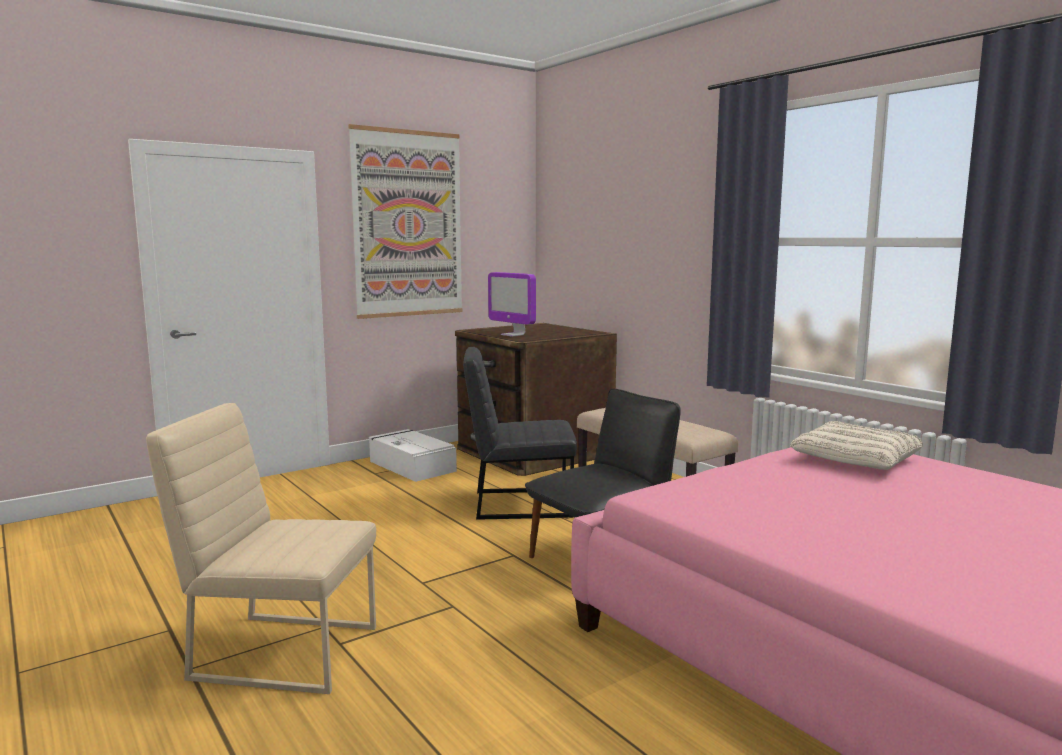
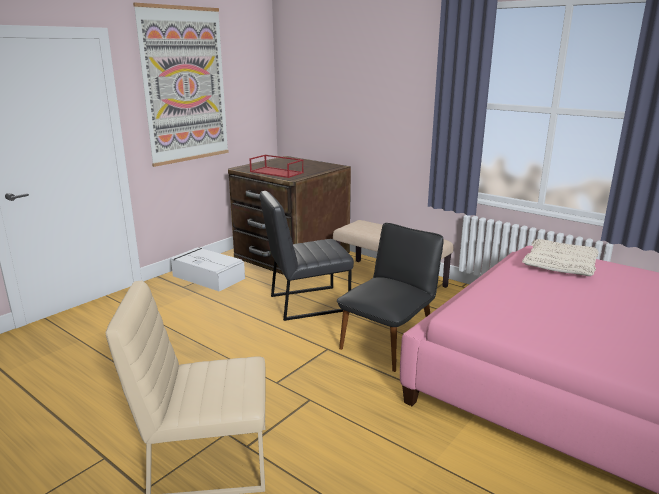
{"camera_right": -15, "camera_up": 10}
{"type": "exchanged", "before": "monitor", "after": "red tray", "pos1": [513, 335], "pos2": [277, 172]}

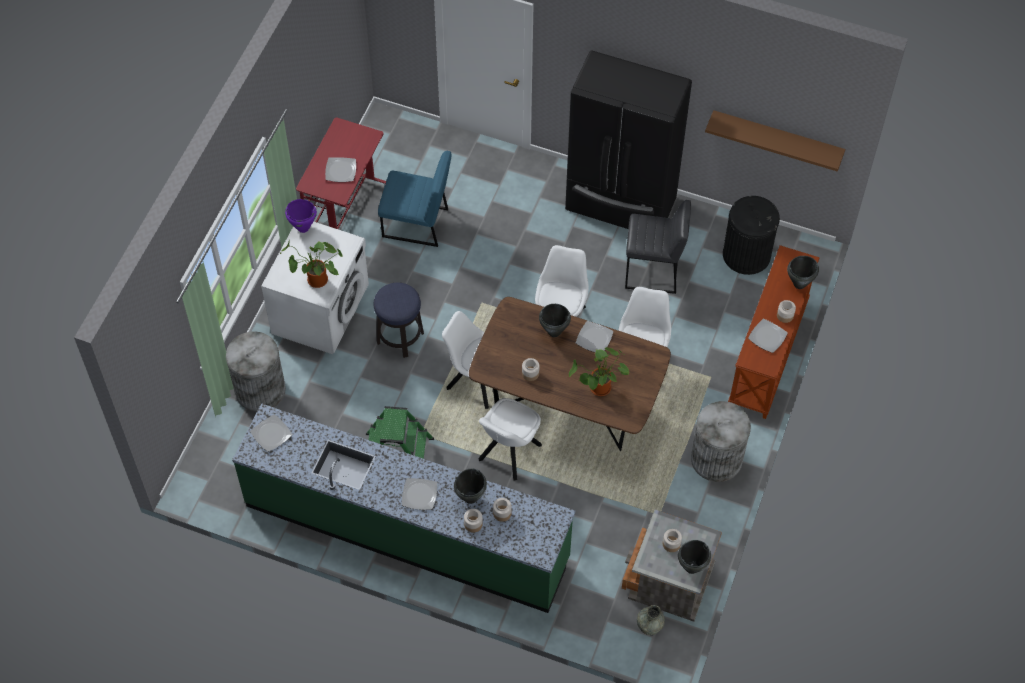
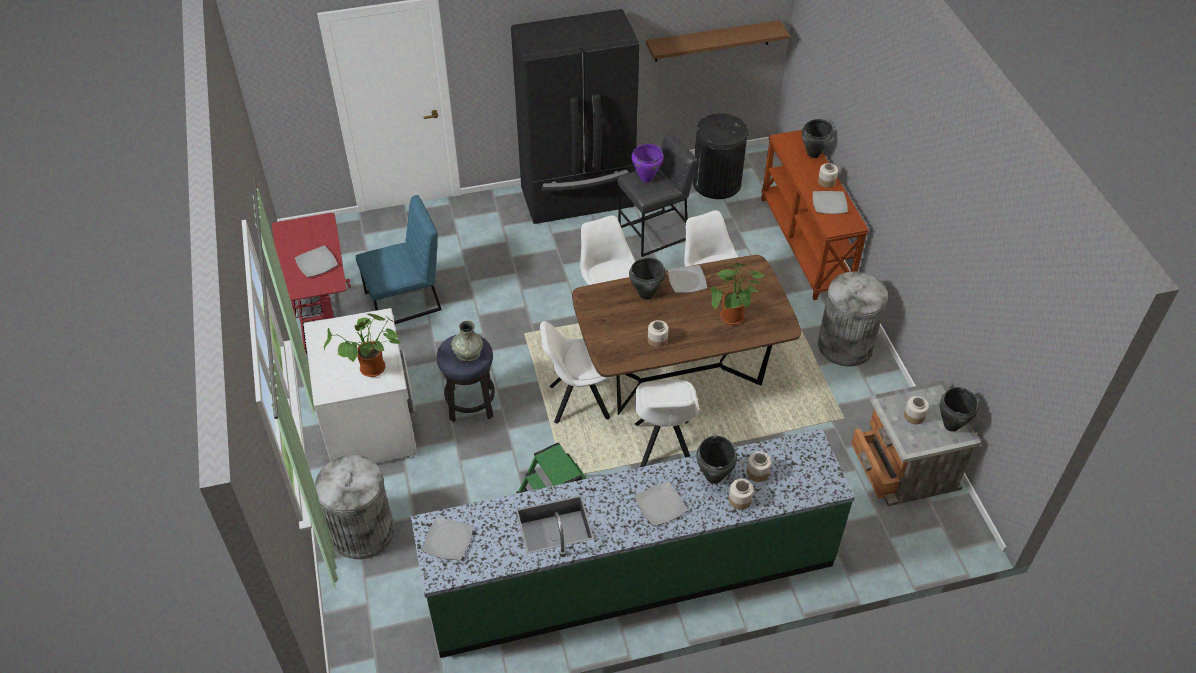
{"camera_right": -35, "camera_up": -10}
{"type": "relocated", "before": "purple cooking pot", "pos1": [303, 227], "pos2": [646, 178]}
{"type": "relocated", "before": "grey vase", "pos1": [649, 624], "pos2": [468, 352]}

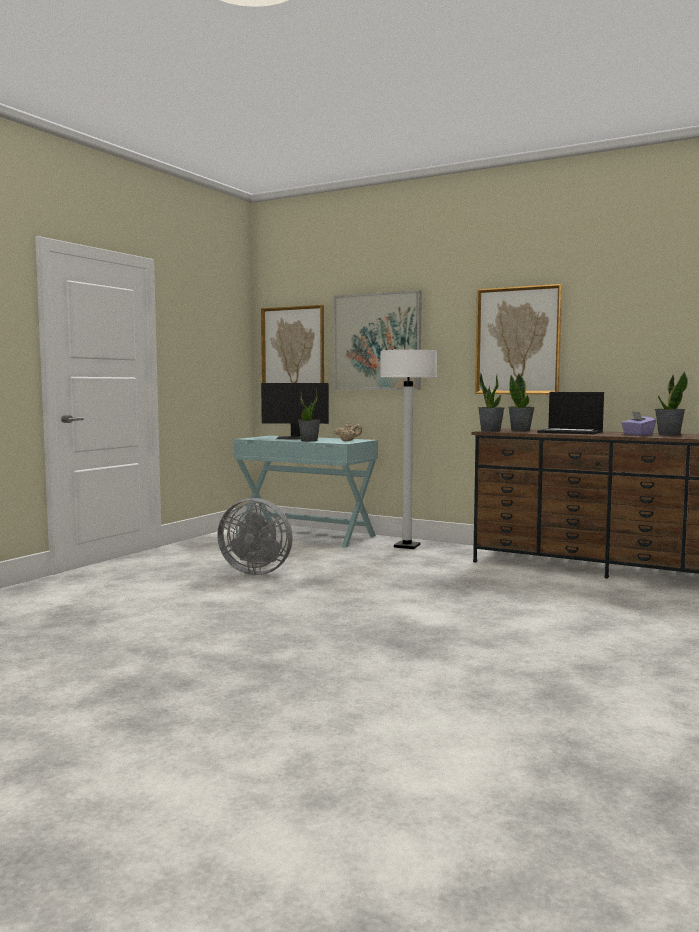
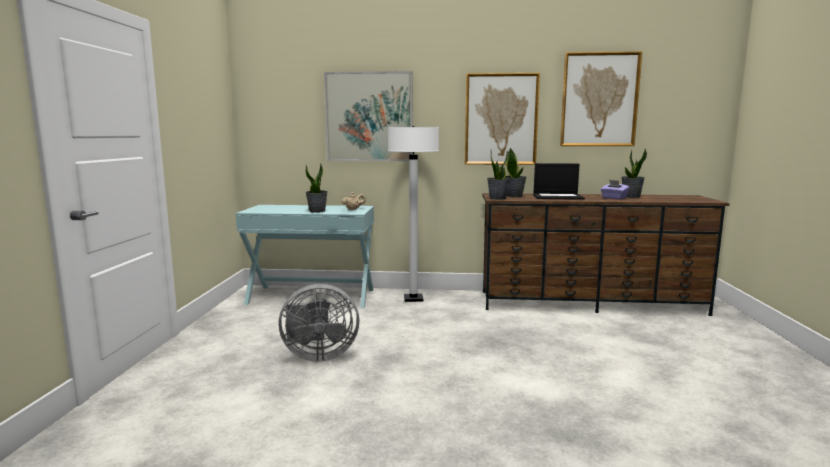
{"camera_right": -25, "camera_up": 5}
{"type": "relocated", "before": "picture", "pos1": [293, 352], "pos2": [599, 100]}
{"type": "missing", "before": "monitor", "pos1": [294, 438]}

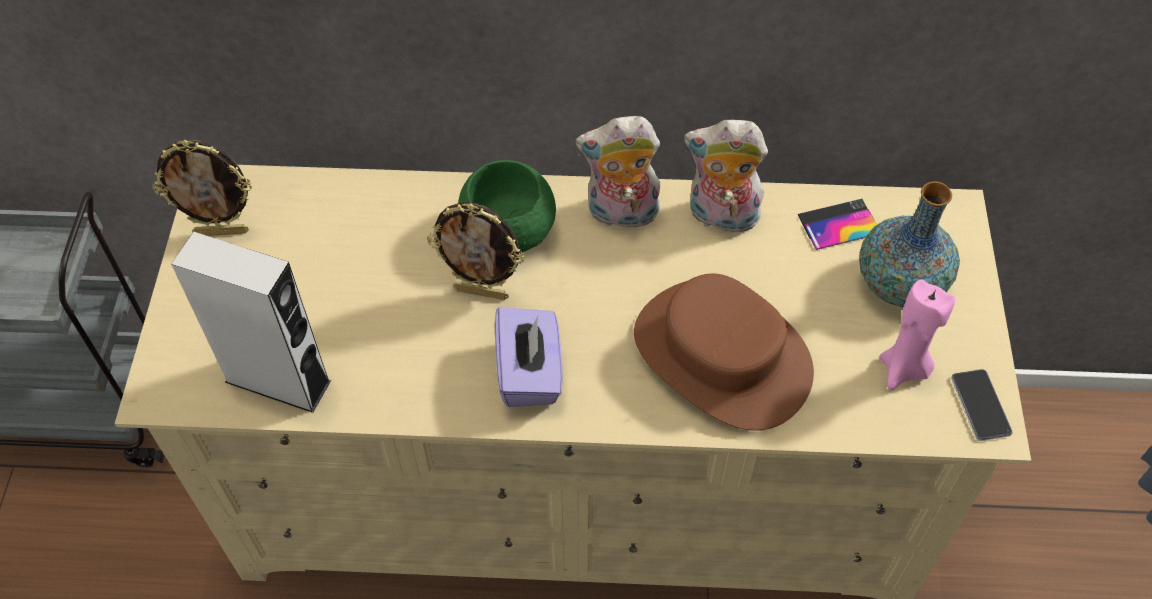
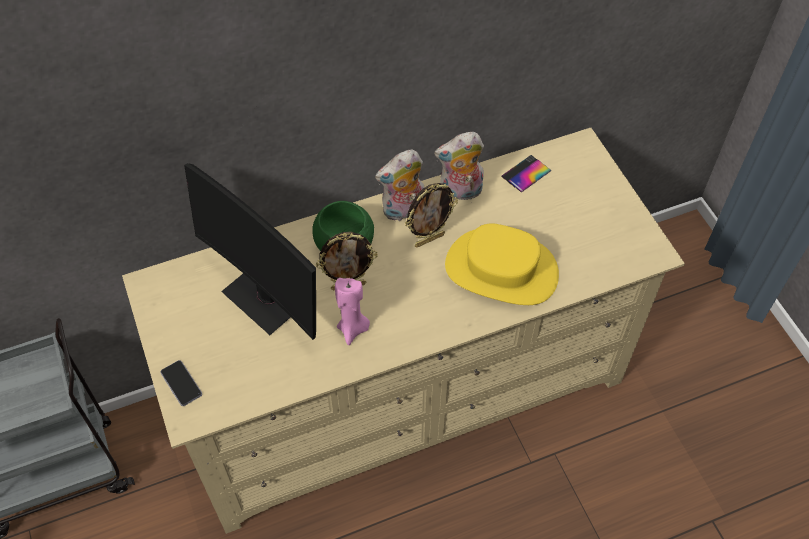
{"camera_right": -25, "camera_up": 0}
{"type": "relocated", "before": "picture frame", "pos1": [222, 231], "pos2": [429, 239]}
{"type": "missing", "before": "vase", "pos1": [899, 284]}
{"type": "missing", "before": "grey speaker", "pos1": [278, 381]}
{"type": "colour", "before": "brown hat", "after": "yellow hat", "pos1": [720, 356], "pos2": [501, 270]}
{"type": "relocated", "before": "pink candle", "pos1": [903, 369], "pos2": [353, 329]}
{"type": "missing", "before": "purple tissue box", "pos1": [530, 373]}
{"type": "relocated", "before": "phone", "pos1": [980, 405], "pos2": [181, 383]}
{"type": "appeared", "after": "monitor", "pos2": [267, 296]}

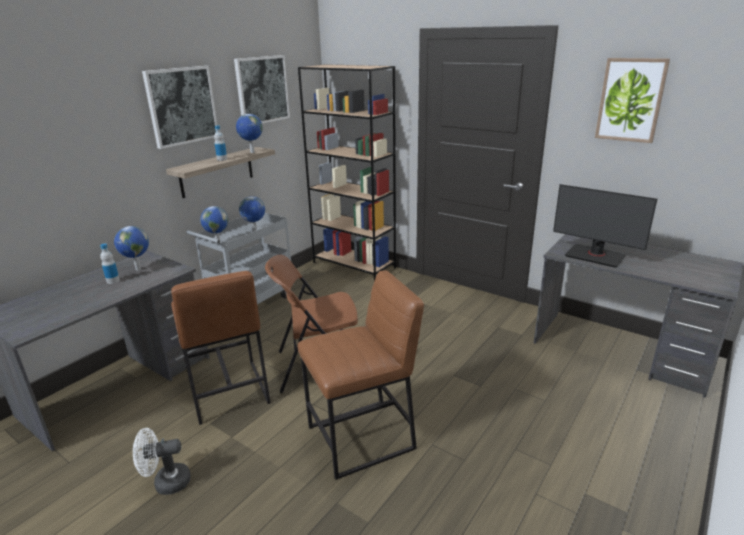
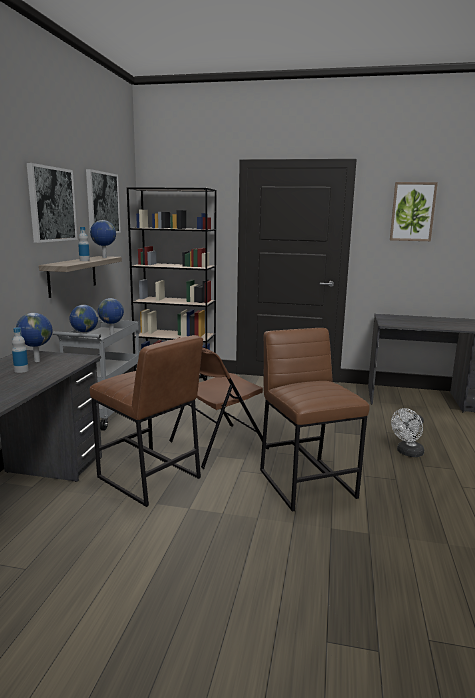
{"camera_right": -25, "camera_up": -10}
{"type": "missing", "before": "monitor", "pos1": [595, 256]}
{"type": "spun", "before": "brown chair", "pos1": [362, 437], "pos2": [306, 482], "turn": -60}
{"type": "relocated", "before": "white fan", "pos1": [166, 483], "pos2": [407, 453]}

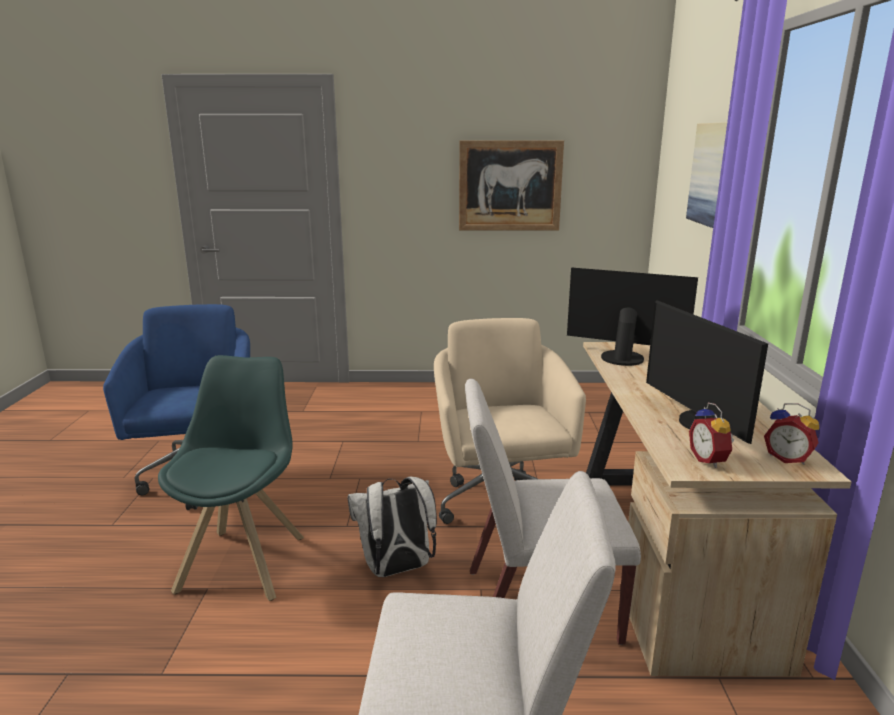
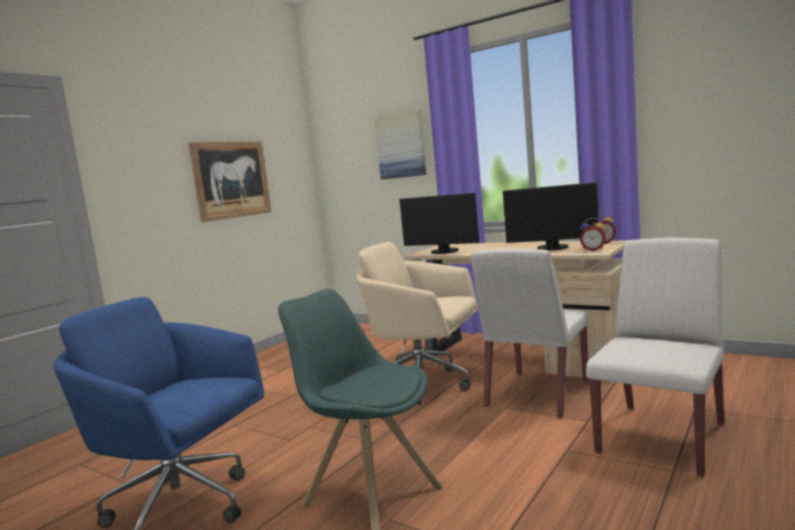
{"camera_right": -55, "camera_up": -10}
{"type": "spun", "before": "monitor", "pos1": [622, 357], "pos2": [443, 252], "turn": -120}
{"type": "missing", "before": "white backpack", "pos1": [396, 569]}

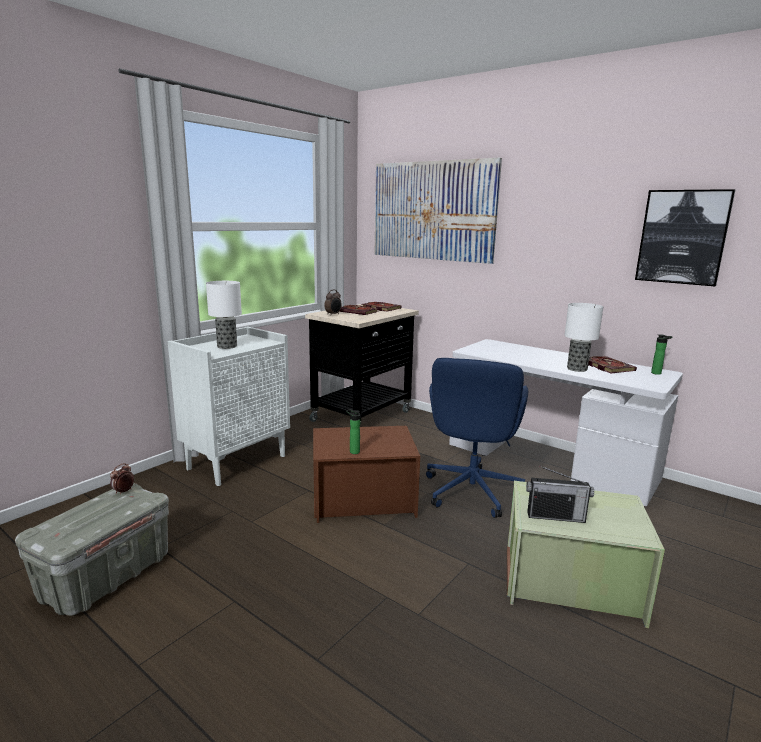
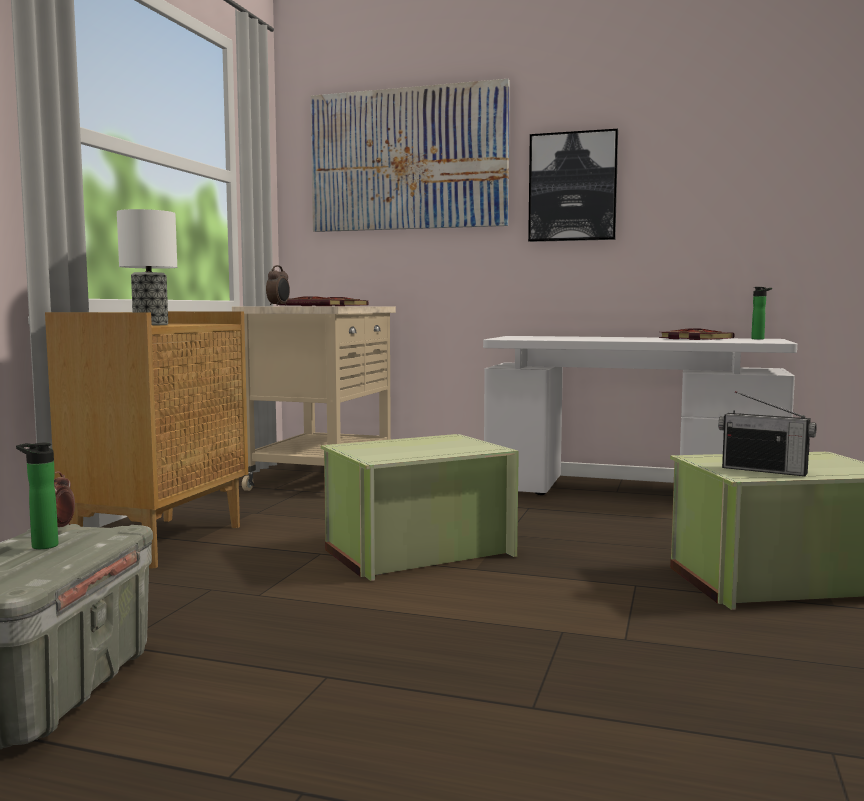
{"camera_right": -20, "camera_up": -10}
{"type": "relocated", "before": "picture", "pos1": [682, 237], "pos2": [572, 187]}
{"type": "missing", "before": "table lamp", "pos1": [577, 369]}
{"type": "colour", "before": "black cart", "after": "beige cart", "pos1": [361, 416], "pos2": [320, 478]}
{"type": "colour", "before": "white cabinet", "after": "brown cabinet", "pos1": [238, 462], "pos2": [162, 541]}
{"type": "missing", "before": "blue office chair", "pos1": [471, 492]}
{"type": "relocated", "before": "bottle", "pos1": [353, 451], "pos2": [41, 545]}
{"type": "colour", "before": "brown storage box", "after": "green storage box", "pos1": [362, 500], "pos2": [417, 551]}
{"type": "spun", "before": "radio", "pos1": [555, 516], "pos2": [764, 470], "turn": 45}

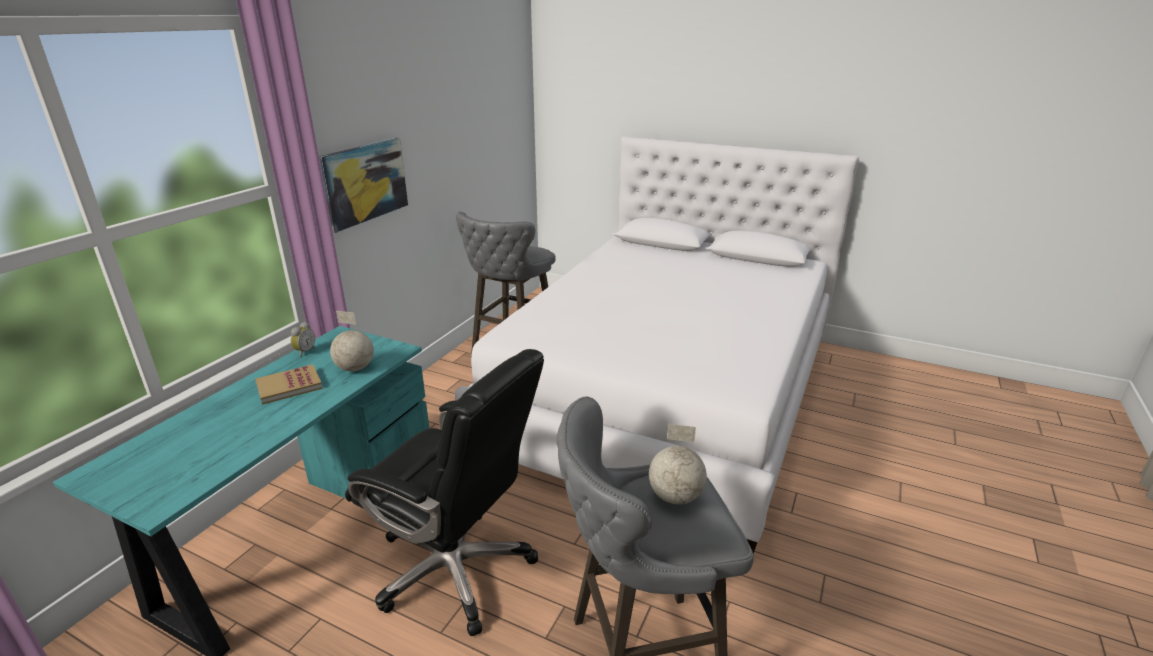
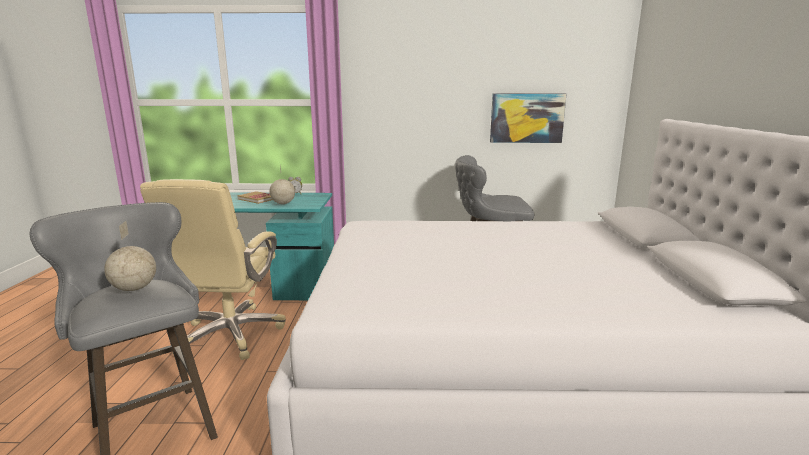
{"camera_right": 65, "camera_up": -10}
{"type": "relocated", "before": "picture", "pos1": [364, 182], "pos2": [527, 118]}
{"type": "colour", "before": "black office chair", "after": "beige office chair", "pos1": [455, 569], "pos2": [230, 334]}

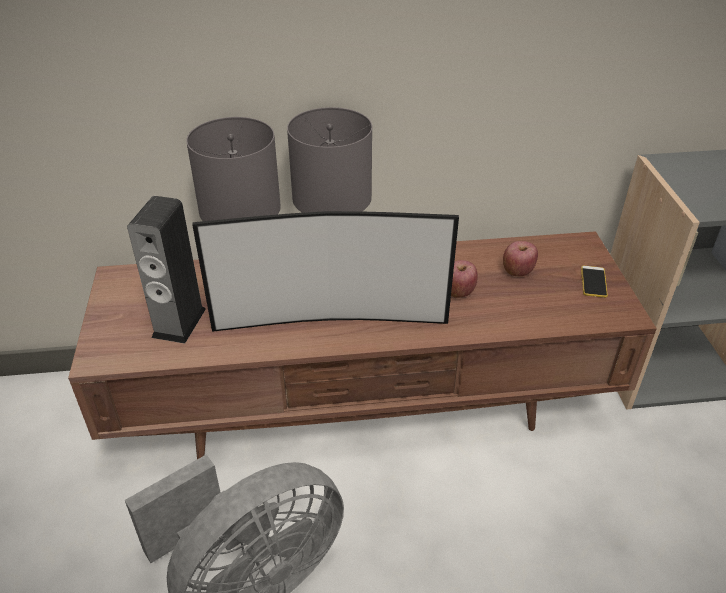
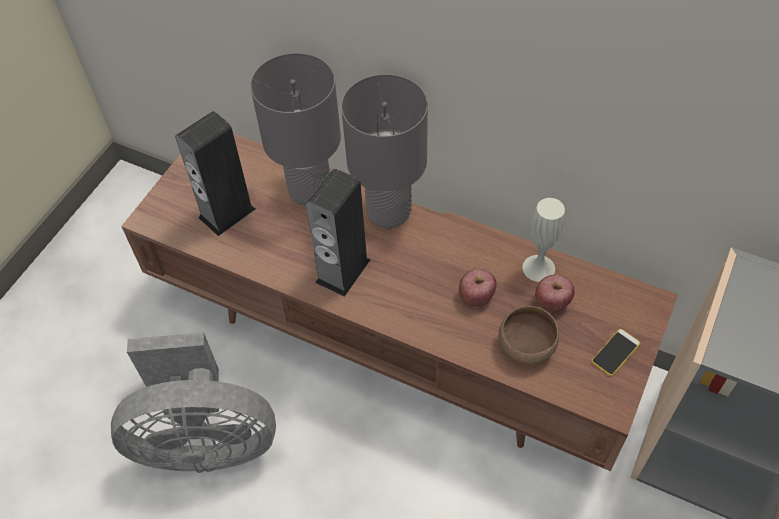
{"camera_right": 35, "camera_up": 15}
{"type": "exchanged", "before": "television", "after": "speaker", "pos1": [330, 320], "pos2": [343, 271]}
{"type": "appeared", "after": "white vase", "pos2": [538, 268]}
{"type": "appeared", "after": "brown bowl", "pos2": [527, 347]}

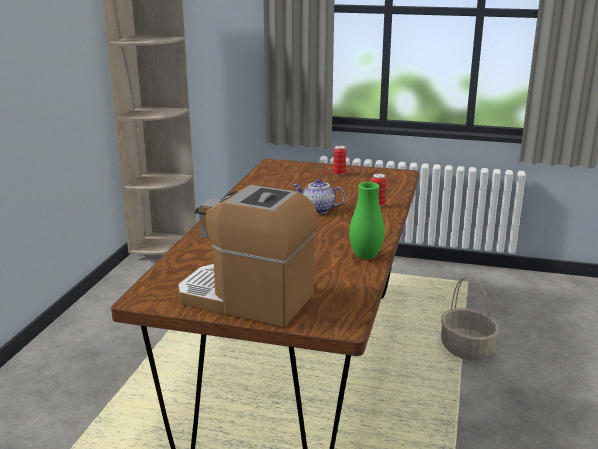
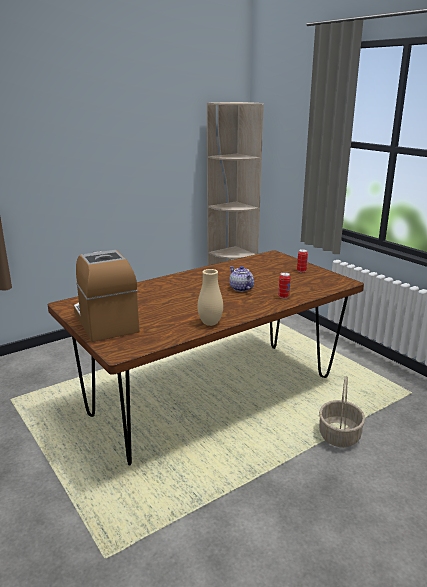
{"camera_right": 40, "camera_up": 0}
{"type": "colour", "before": "green vase", "after": "beige vase", "pos1": [366, 256], "pos2": [210, 323]}

